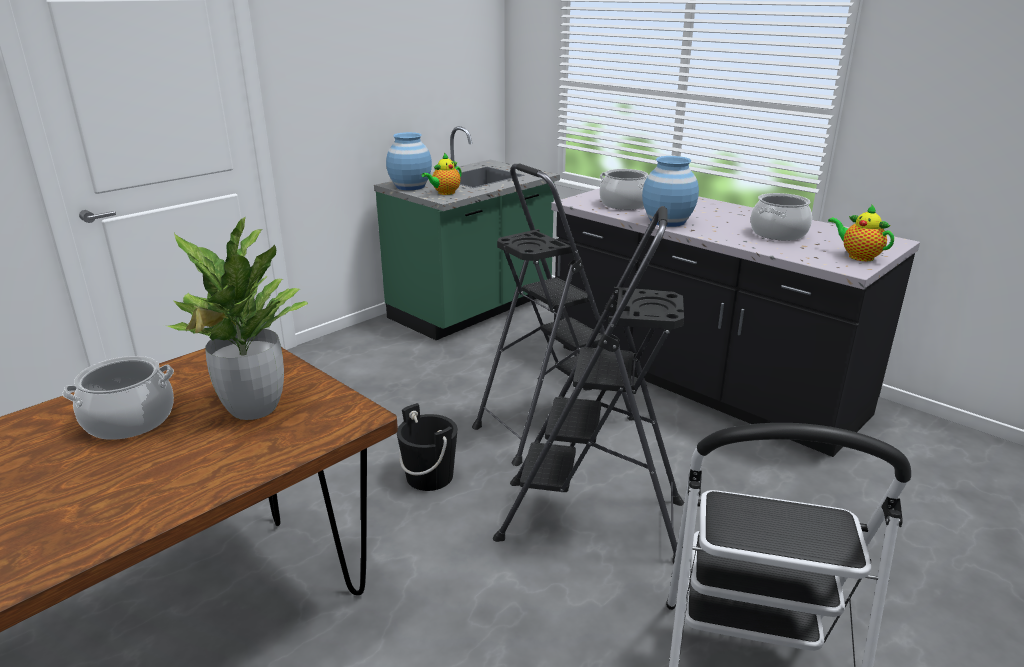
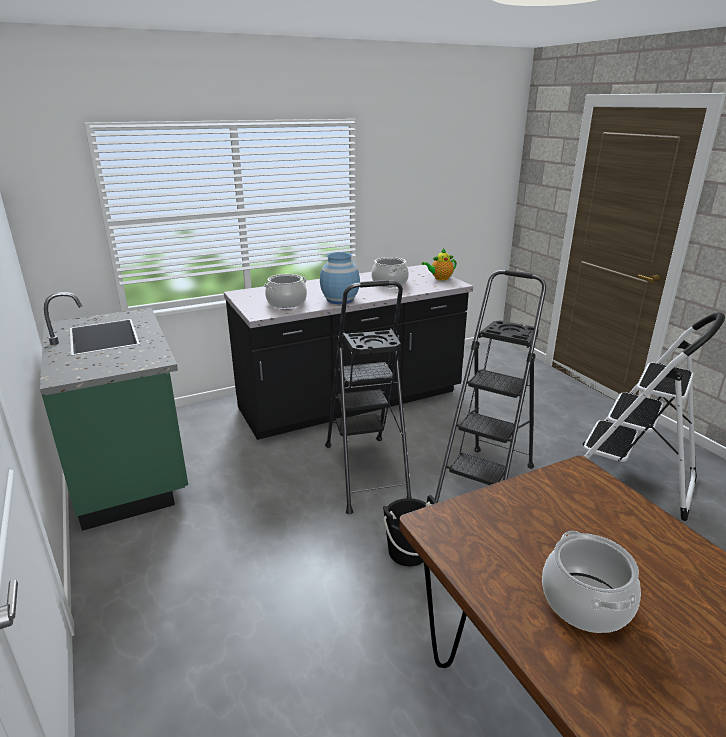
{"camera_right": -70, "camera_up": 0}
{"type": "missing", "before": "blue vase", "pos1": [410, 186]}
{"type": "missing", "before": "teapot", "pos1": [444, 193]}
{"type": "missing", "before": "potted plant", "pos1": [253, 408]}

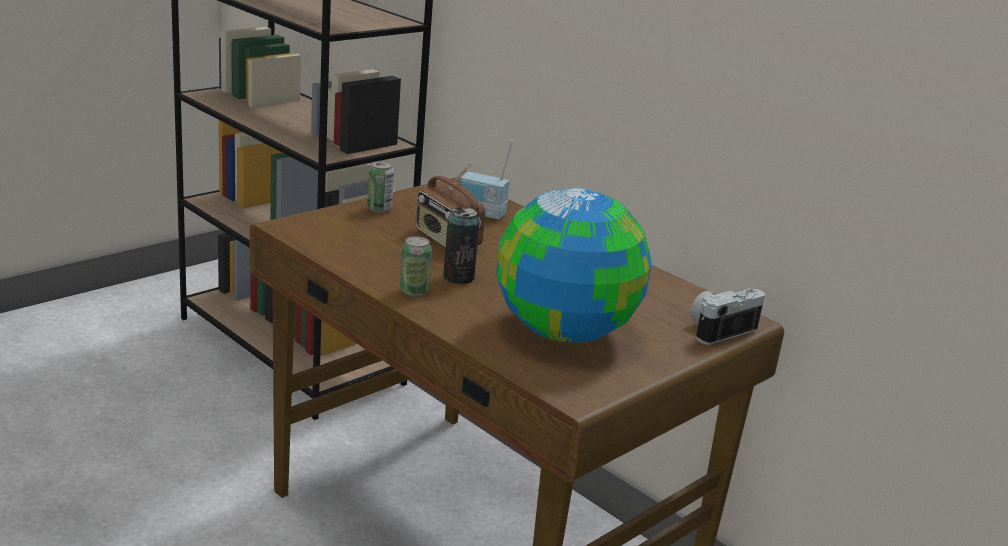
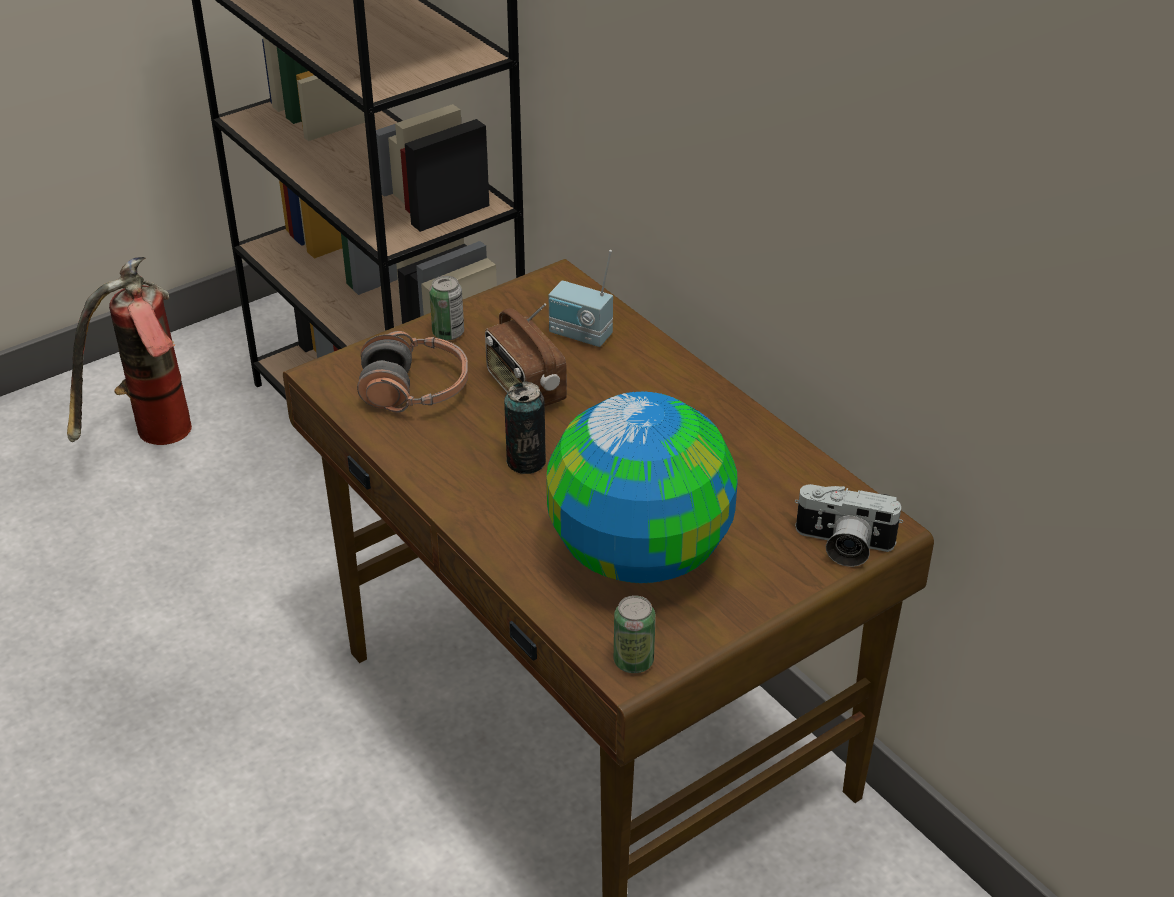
{"camera_right": 10, "camera_up": 15}
{"type": "relocated", "before": "can", "pos1": [414, 291], "pos2": [633, 661]}
{"type": "spun", "before": "photo camera", "pos1": [719, 329], "pos2": [842, 545], "turn": -135}
{"type": "appeared", "after": "fire extinguisher", "pos2": [151, 441]}
{"type": "appeared", "after": "headphones", "pos2": [415, 390]}

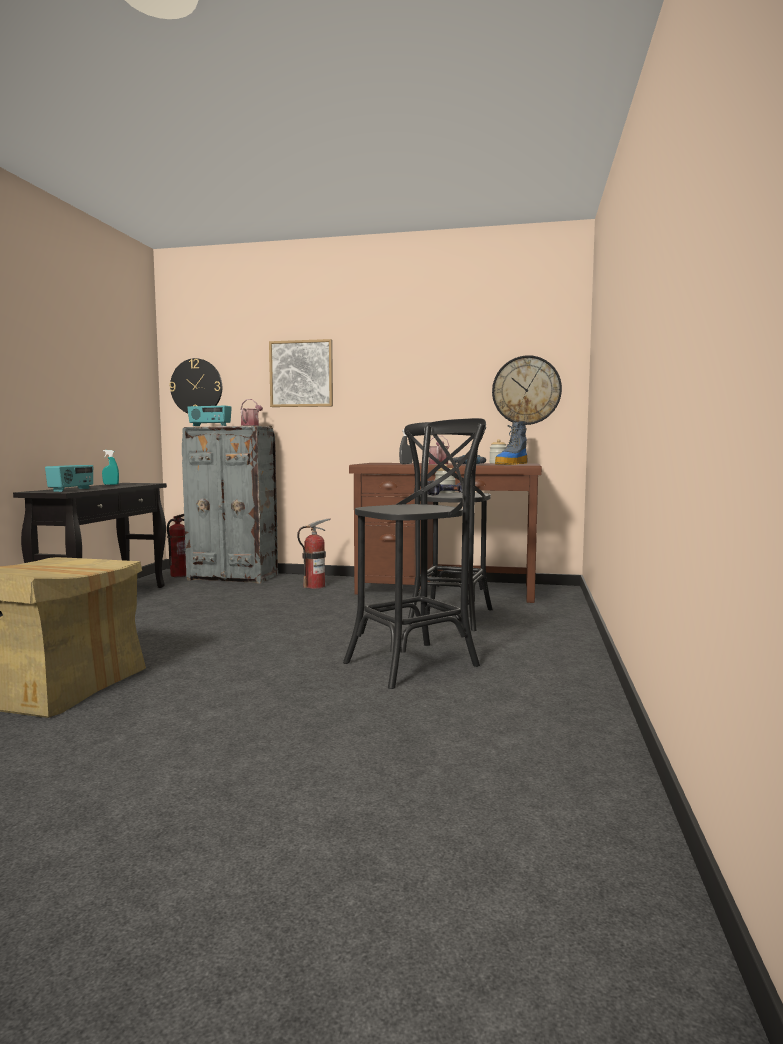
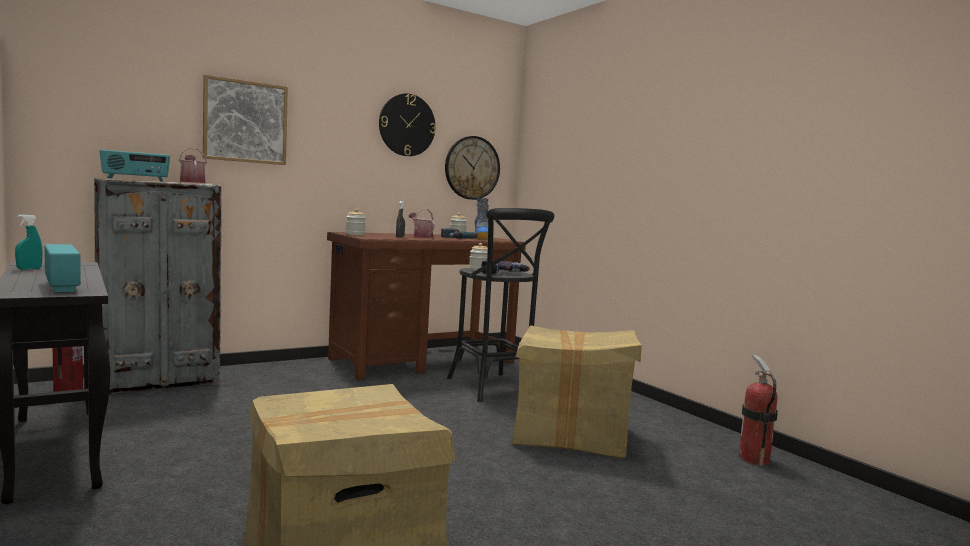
{"camera_right": -45, "camera_up": 0}
{"type": "relocated", "before": "wall clock", "pos1": [196, 387], "pos2": [407, 125]}
{"type": "exchanged", "before": "black stool", "after": "cardboard box", "pos1": [417, 663], "pos2": [571, 435]}
{"type": "relocated", "before": "fire extinguisher", "pos1": [315, 586], "pos2": [754, 458]}
{"type": "appeared", "after": "jar", "pos2": [355, 234]}

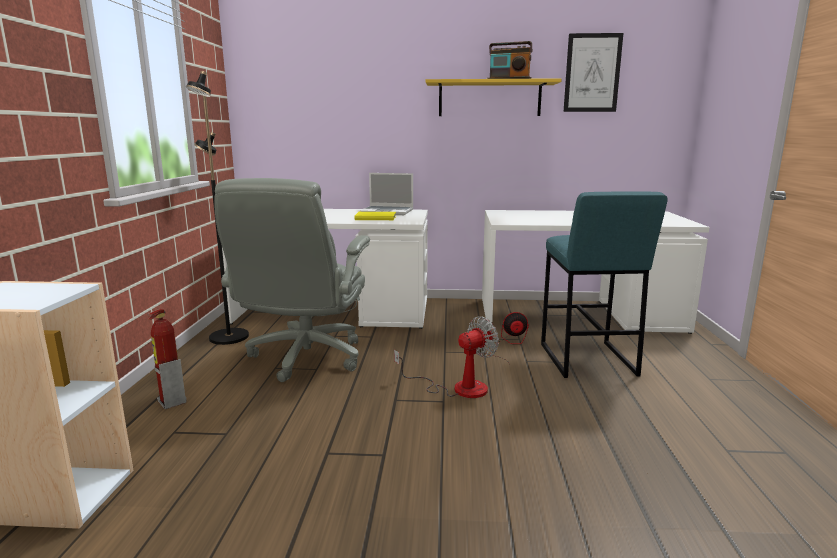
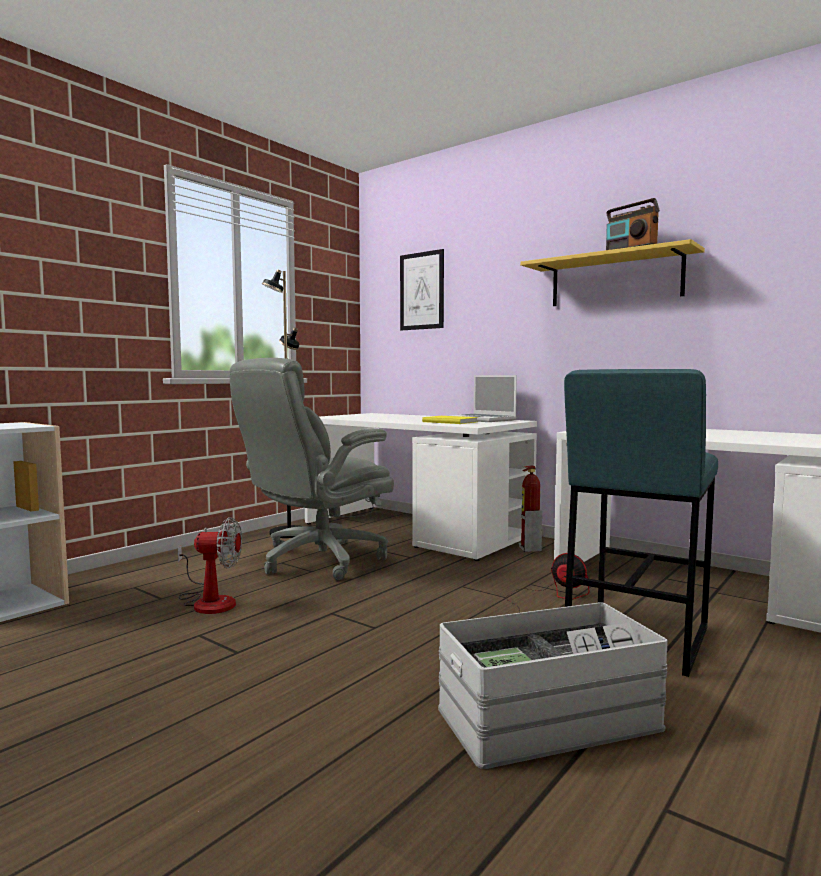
{"camera_right": 35, "camera_up": -10}
{"type": "relocated", "before": "picture", "pos1": [592, 73], "pos2": [421, 291]}
{"type": "relocated", "before": "fire extinguisher", "pos1": [171, 402], "pos2": [529, 549]}
{"type": "relocated", "before": "fan", "pos1": [458, 388], "pos2": [209, 601]}
{"type": "appeared", "after": "grey storage box", "pos2": [547, 716]}

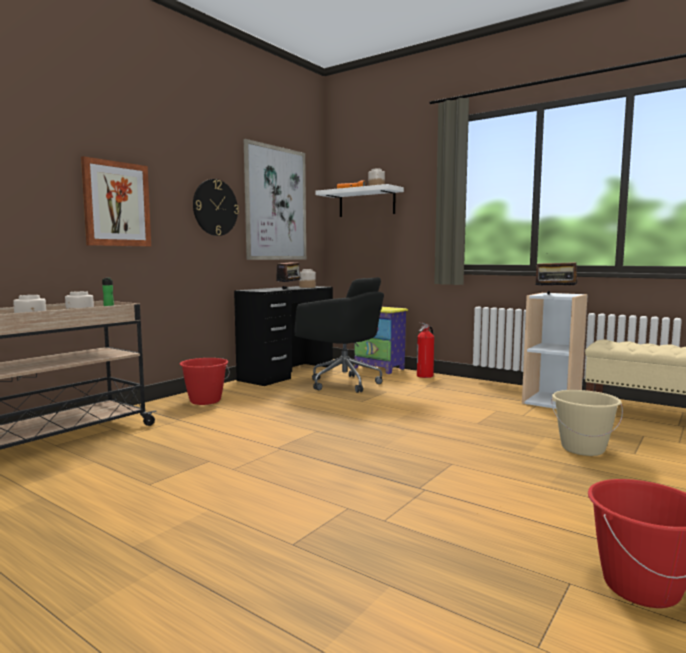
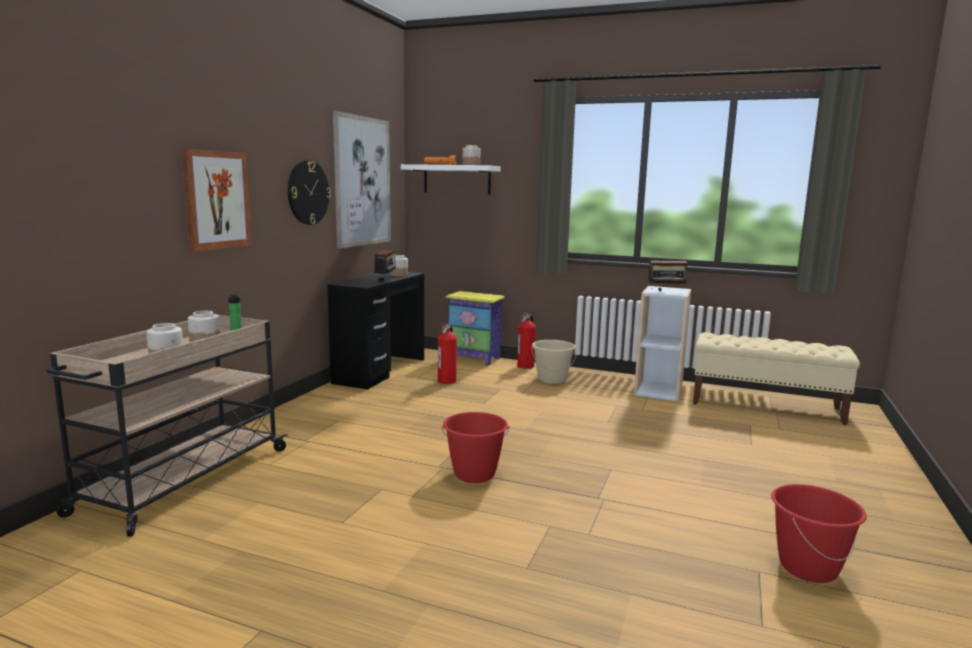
{"camera_right": -15, "camera_up": 5}
{"type": "exchanged", "before": "black office chair", "after": "fire extinguisher", "pos1": [341, 383], "pos2": [447, 381]}
{"type": "relocated", "before": "red bucket", "pos1": [205, 401], "pos2": [474, 474]}
{"type": "relocated", "before": "beige bucket", "pos1": [583, 449], "pos2": [552, 379]}

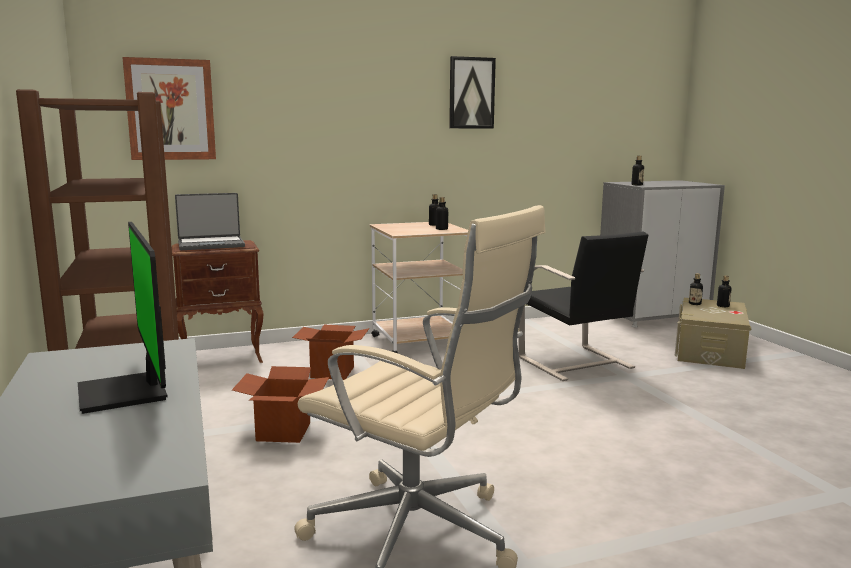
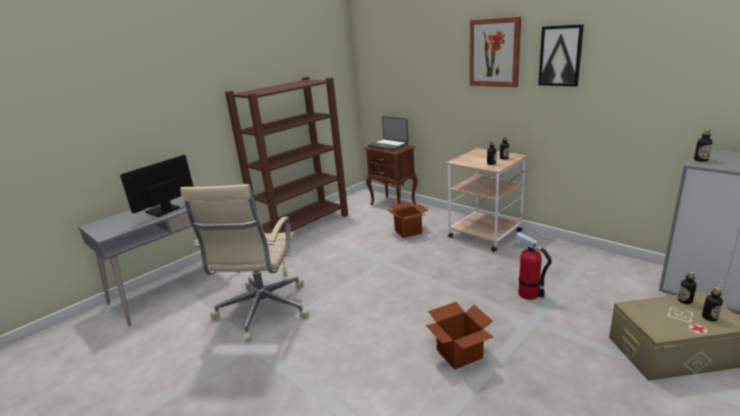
{"camera_right": 65, "camera_up": 10}
{"type": "relocated", "before": "picture", "pos1": [170, 110], "pos2": [494, 53]}
{"type": "exchanged", "before": "black chair", "after": "fire extinguisher", "pos1": [576, 363], "pos2": [528, 294]}
{"type": "relocated", "before": "cardboard box", "pos1": [283, 431], "pos2": [459, 353]}

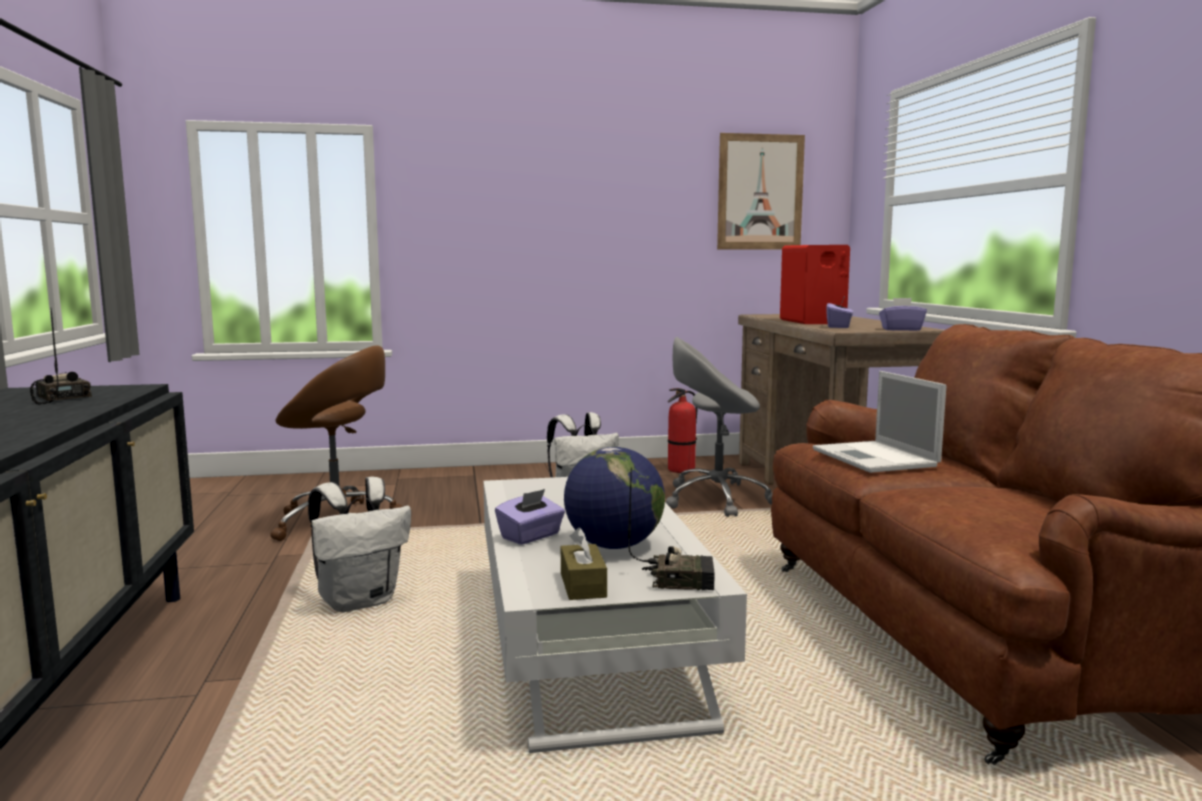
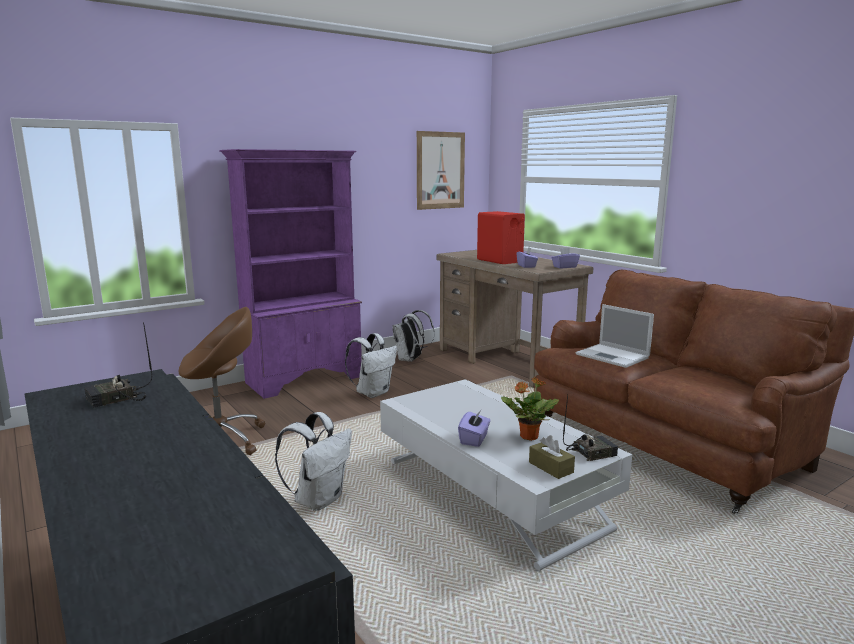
{"camera_right": -25, "camera_up": 5}
{"type": "spun", "before": "radio", "pos1": [59, 398], "pos2": [115, 399], "turn": -60}
{"type": "missing", "before": "grey office chair", "pos1": [714, 499]}
{"type": "exchanged", "before": "fire extinguisher", "after": "white backpack", "pos1": [681, 470], "pos2": [410, 360]}
{"type": "exchanged", "before": "globe", "after": "potted plant", "pos1": [614, 546], "pos2": [528, 437]}
{"type": "appeared", "after": "purple bookcase", "pos2": [304, 379]}

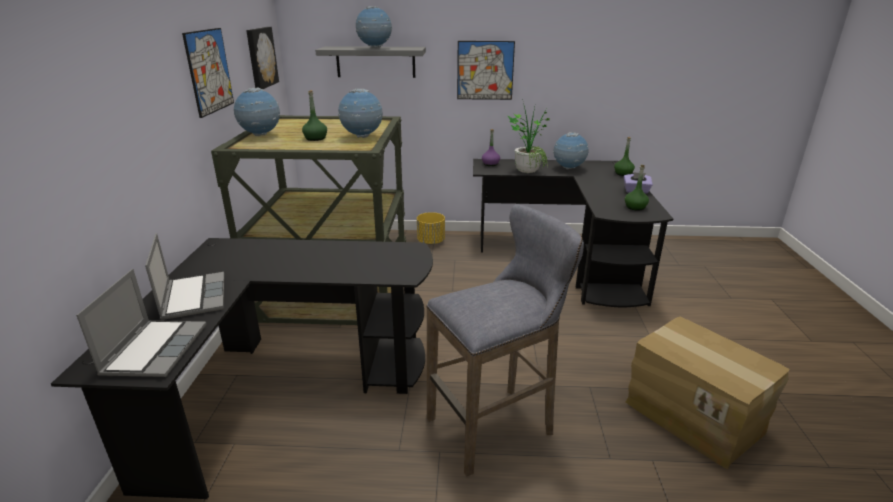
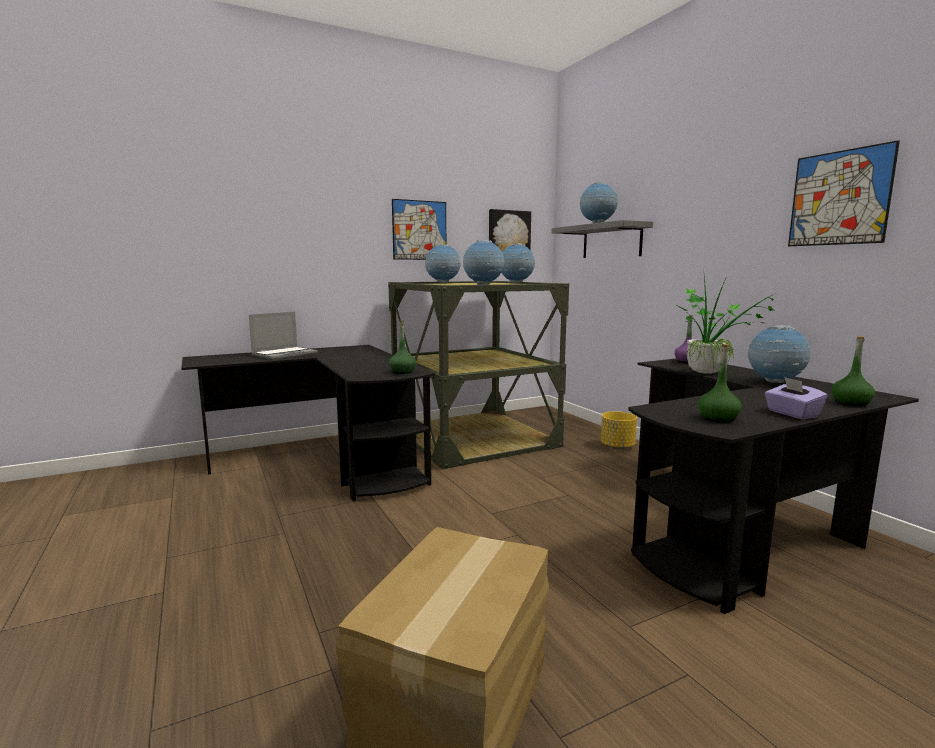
{"camera_right": 60, "camera_up": -15}
{"type": "relocated", "before": "picture", "pos1": [485, 70], "pos2": [839, 198]}
{"type": "relocated", "before": "green bottle", "pos1": [315, 138], "pos2": [402, 372]}
{"type": "missing", "before": "grey stool", "pos1": [495, 425]}
{"type": "missing", "before": "laptop", "pos1": [155, 349]}
{"type": "appeared", "after": "globe", "pos2": [516, 283]}

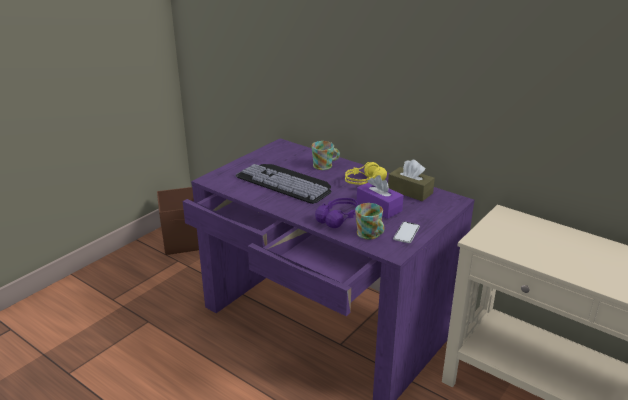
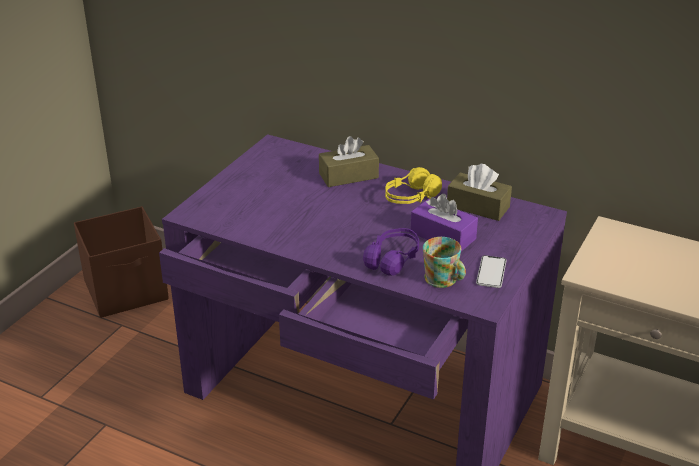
{"camera_right": -10, "camera_up": 5}
{"type": "exchanged", "before": "mug", "after": "brown tissue box", "pos1": [325, 166], "pos2": [348, 176]}
{"type": "missing", "before": "keyboard", "pos1": [287, 182]}

